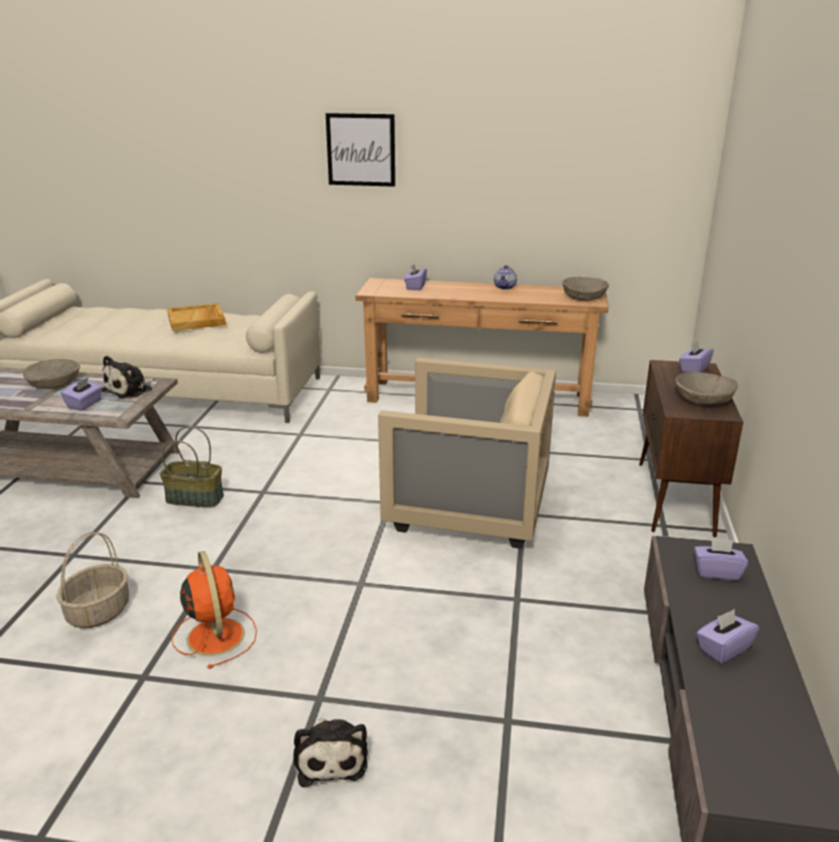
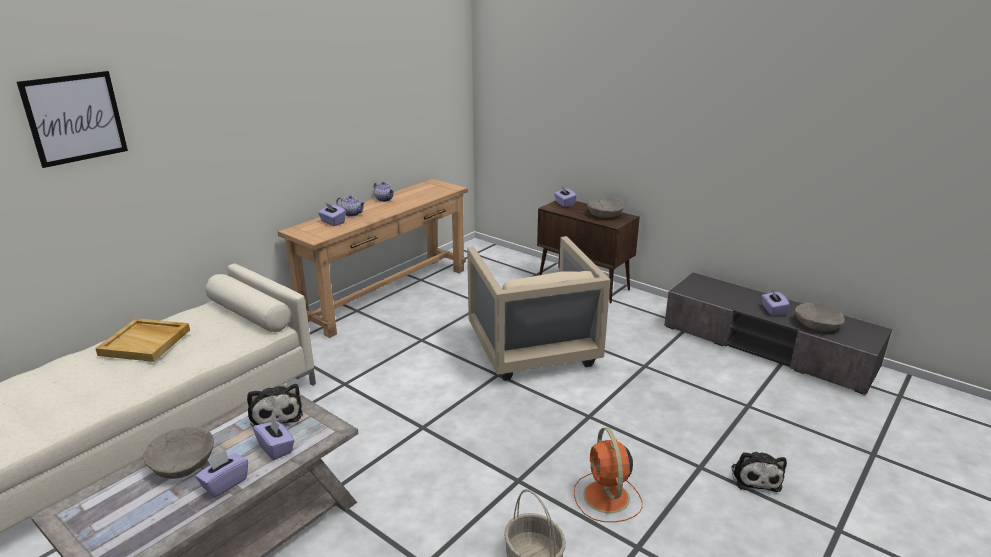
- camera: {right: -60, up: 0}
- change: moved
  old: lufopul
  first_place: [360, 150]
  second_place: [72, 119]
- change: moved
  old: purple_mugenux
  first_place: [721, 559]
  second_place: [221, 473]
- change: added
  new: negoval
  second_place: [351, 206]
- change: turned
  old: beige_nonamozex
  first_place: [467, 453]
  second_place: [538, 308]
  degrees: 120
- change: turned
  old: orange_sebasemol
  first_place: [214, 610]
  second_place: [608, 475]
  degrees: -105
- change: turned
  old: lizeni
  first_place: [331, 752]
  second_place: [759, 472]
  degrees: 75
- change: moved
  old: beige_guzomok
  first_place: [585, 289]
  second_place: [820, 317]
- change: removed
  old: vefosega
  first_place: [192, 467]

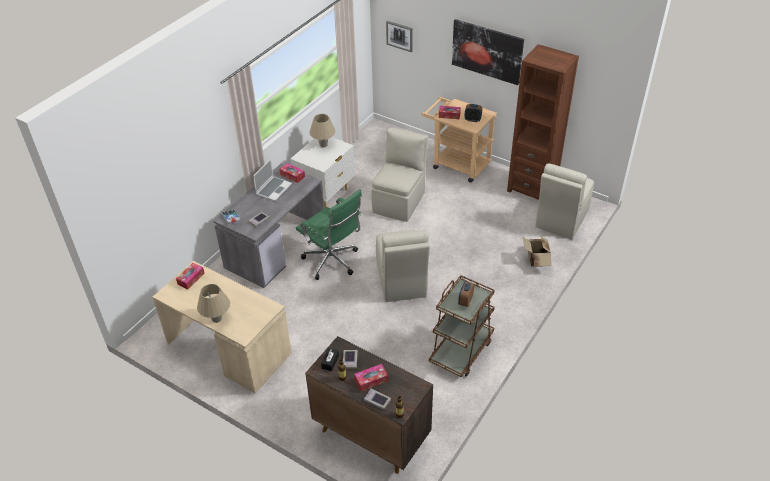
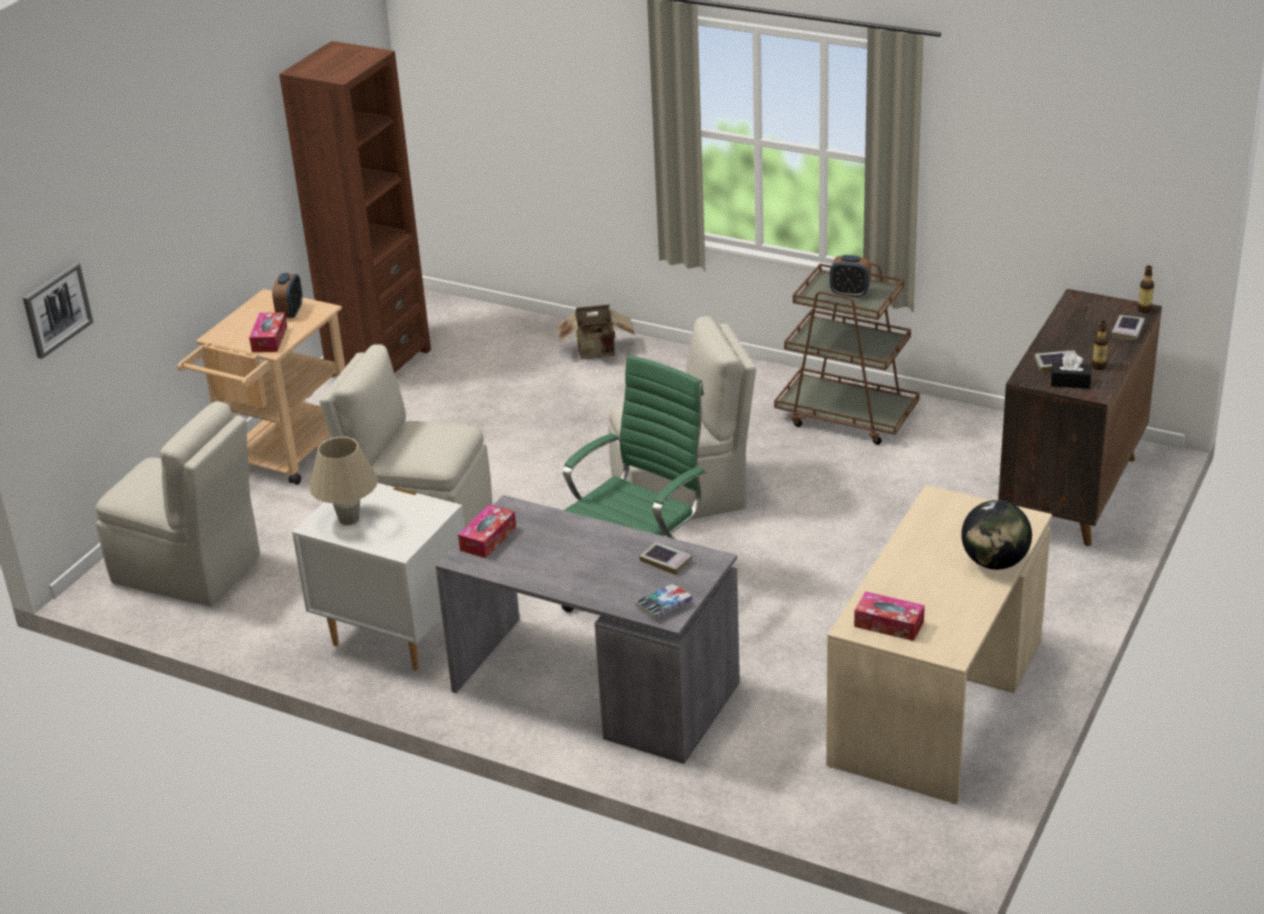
- camera: {right: -95, up: -10}
- change: moved
  old: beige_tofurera
  first_place: [564, 201]
  second_place: [178, 503]
- change: replaced
  old: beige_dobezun
  new: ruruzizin
  first_place: [213, 303]
  second_place: [996, 535]
- change: removed
  old: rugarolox
  first_place: [272, 180]
- change: removed
  old: mugenux
  first_place: [371, 377]
- change: removed
  old: lufopul
  first_place: [488, 52]

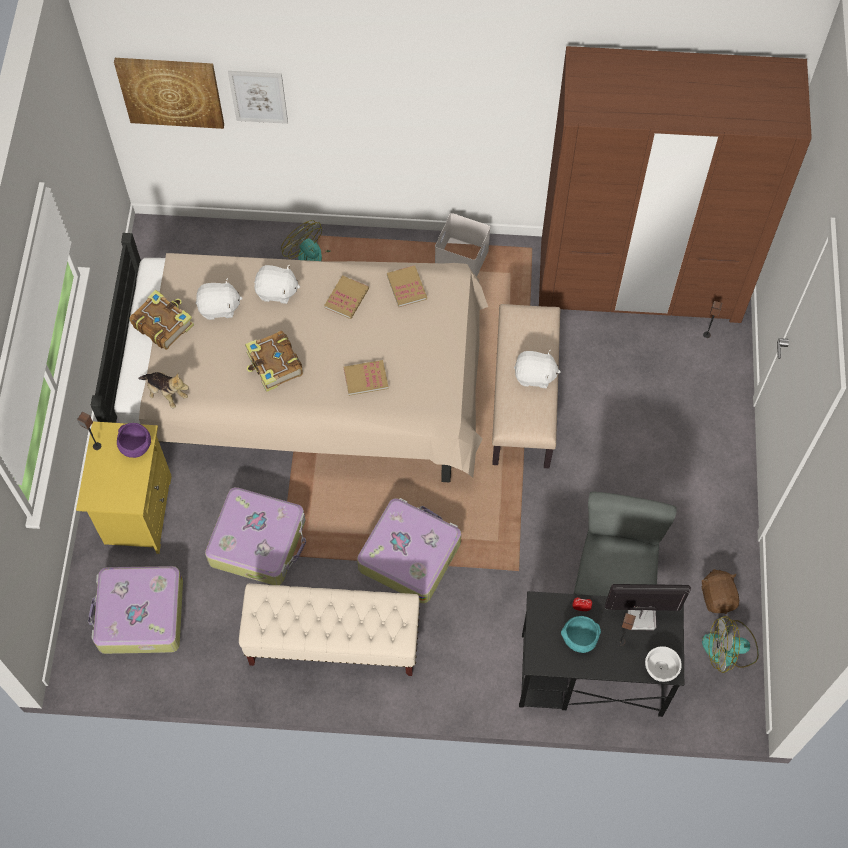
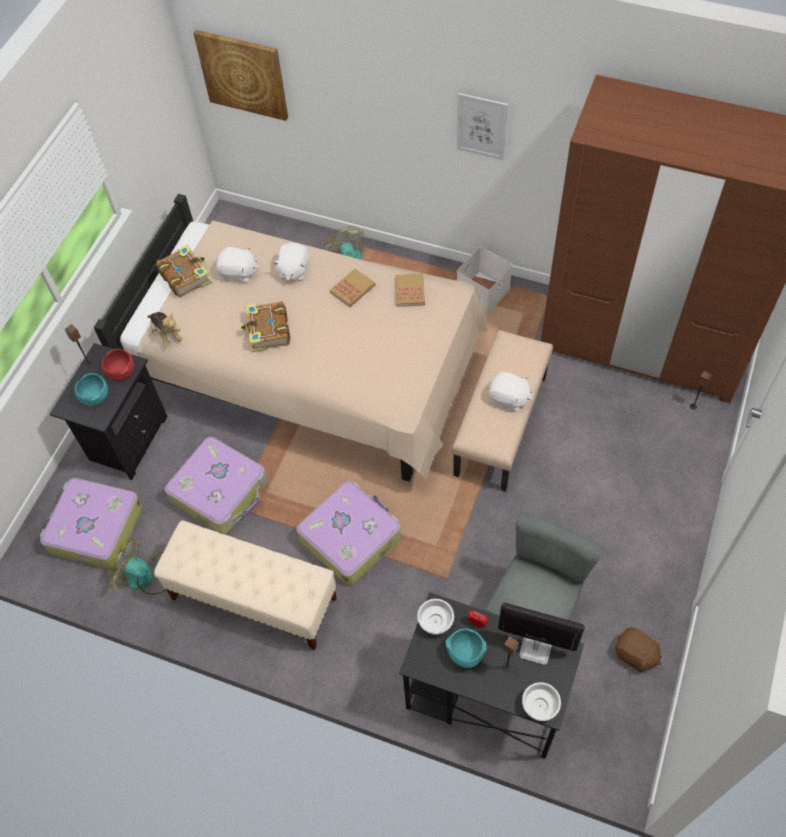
- camera: {right: 20, up: -5}
- change: recoloured
  old: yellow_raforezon
  new: black_raforezon
  first_place: [124, 487]
  second_place: [109, 411]
- change: added
  new: turquoise_guzomok
  second_place: [91, 389]
- change: recoloured
  old: purple_guzomok
  new: red_guzomok
  first_place: [134, 440]
  second_place: [117, 365]
- change: moved
  old: sebasemol
  first_place: [730, 644]
  second_place: [136, 567]
- change: turned
  old: white_lizeni
  first_place: [277, 284]
  second_place: [291, 262]
  degrees: 75
- change: added
  new: white_guzomok
  second_place: [435, 617]
- change: moved
  old: lufopul
  first_place: [258, 97]
  second_place: [482, 126]
- change: turned
  old: brown_lizeni
  first_place: [720, 591]
  second_place: [638, 650]
  degrees: 120
- change: removed
  old: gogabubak
  first_place: [366, 378]

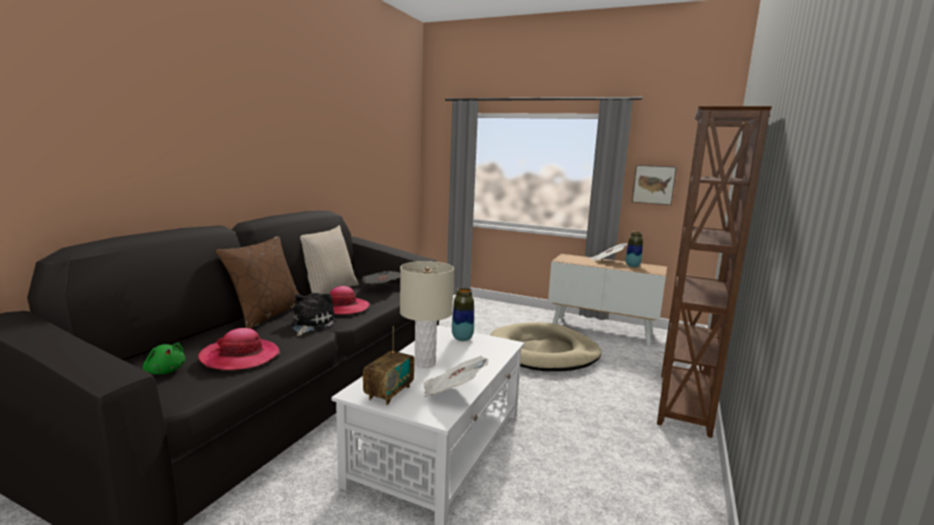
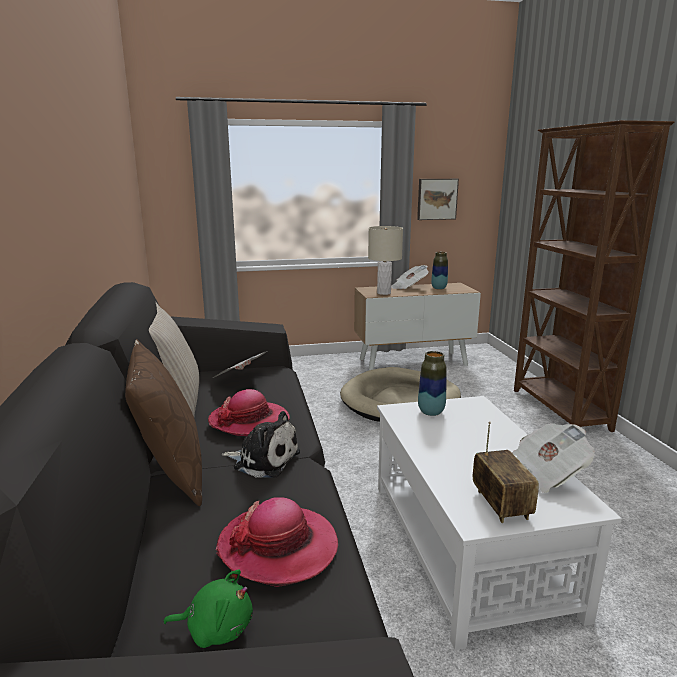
- camera: {right: -35, up: 5}
- change: turned
  old: lizeni
  first_place: [313, 314]
  second_place: [261, 444]
  degrees: 135
- change: moved
  old: beige_dobezun
  first_place: [427, 314]
  second_place: [385, 260]

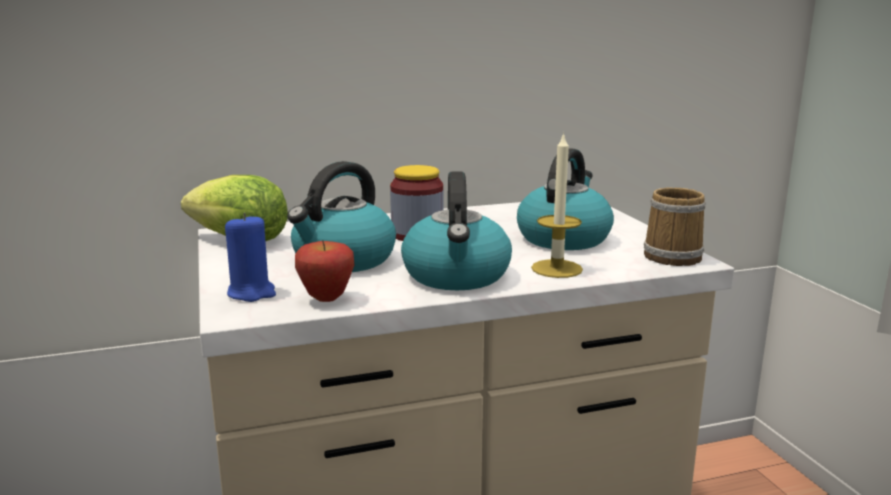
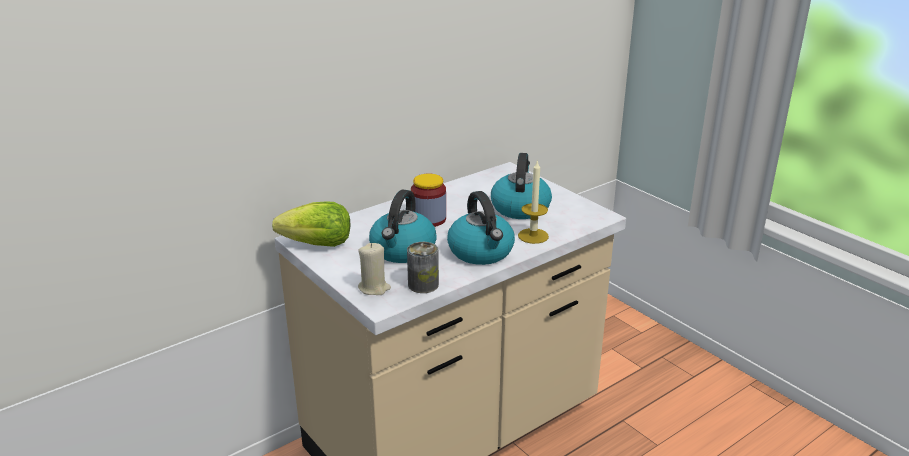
- camera: {right: -20, up: 10}
- change: recoloured
  old: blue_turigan
  new: beige_turigan
  first_place: [250, 257]
  second_place: [374, 269]
- change: replaced
  old: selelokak
  new: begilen
  first_place: [324, 271]
  second_place: [423, 267]
- change: removed
  old: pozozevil
  first_place: [675, 226]

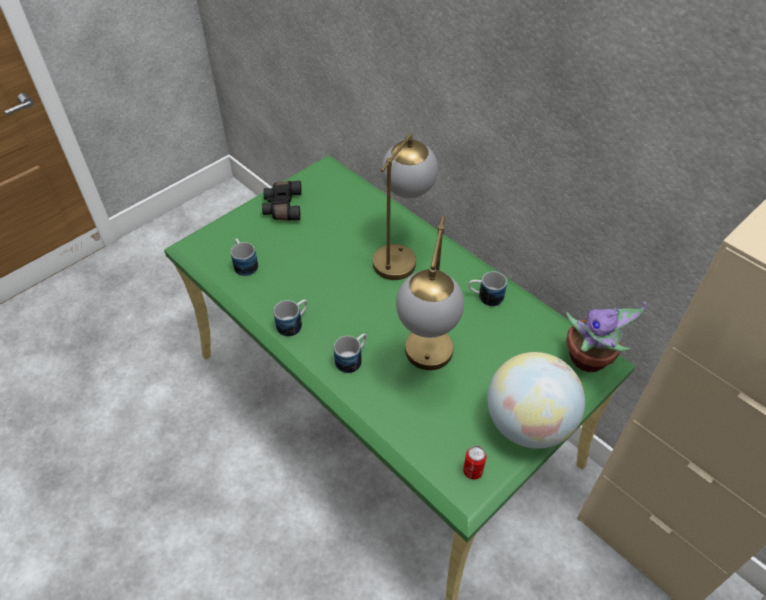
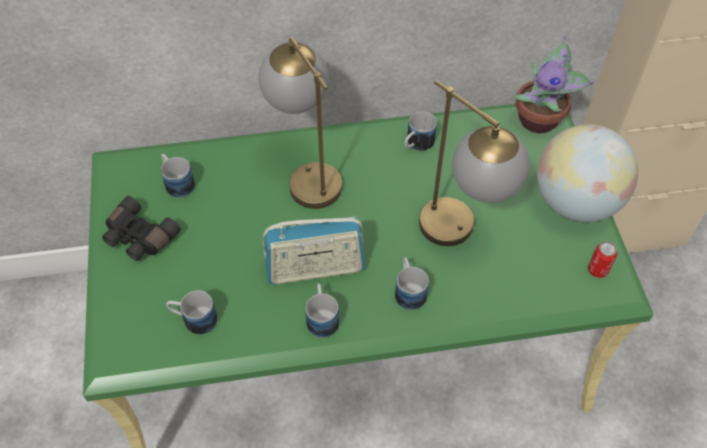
- camera: {right: -55, up: 5}
- change: added
  new: pozozevil
  second_place: [178, 176]
- change: added
  new: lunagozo
  second_place: [314, 250]

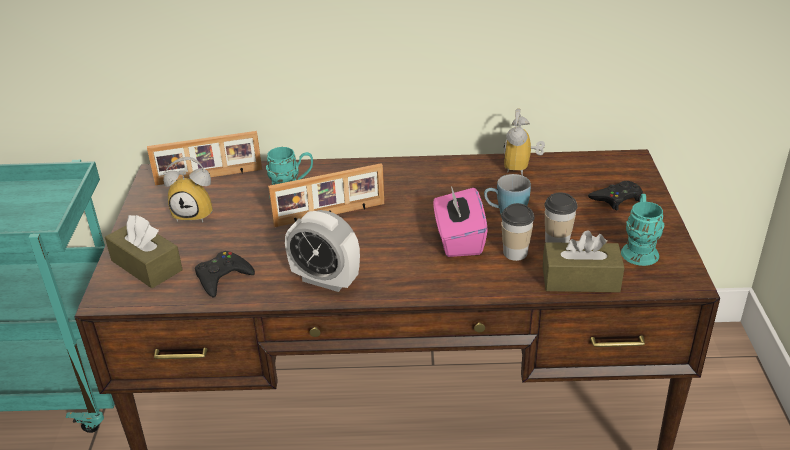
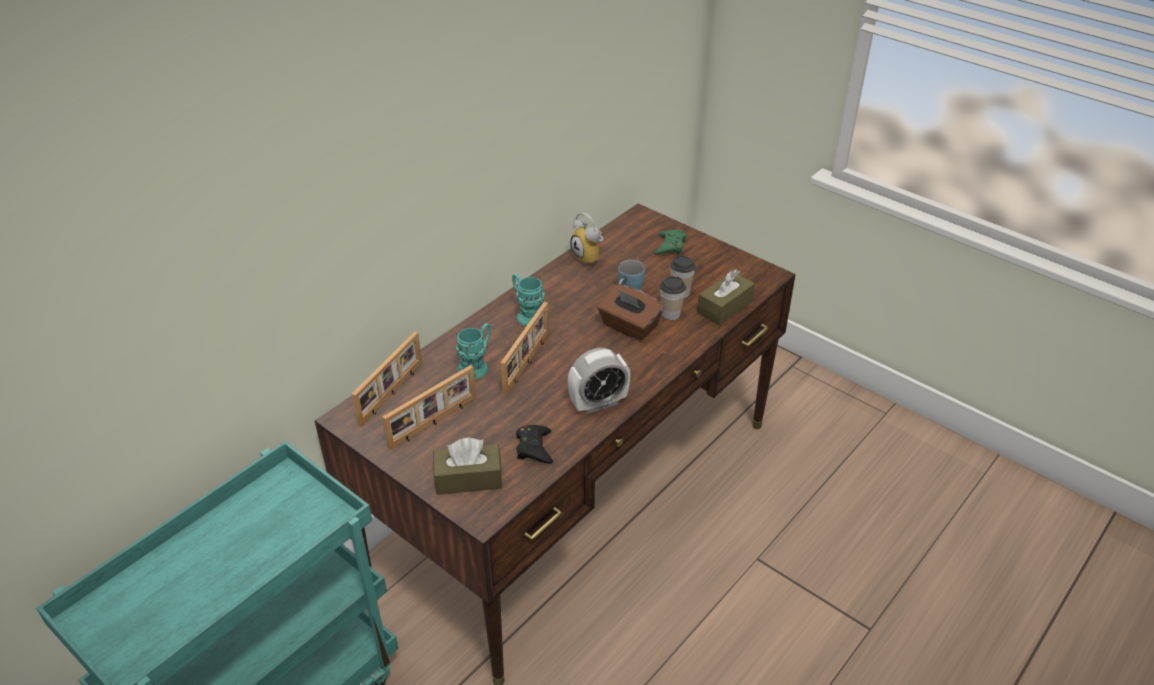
- camera: {right: -50, up: 5}
- change: replaced
  old: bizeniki
  new: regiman
  first_place: [188, 189]
  second_place: [429, 408]
- change: moved
  old: turquoise_pozozevil
  first_place: [642, 230]
  second_place: [528, 300]
- change: recoloured
  old: pink_mugenux
  new: brown_mugenux
  first_place: [460, 221]
  second_place: [631, 312]
- change: recoloured
  old: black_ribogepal
  new: green_ribogepal
  first_place: [615, 196]
  second_place: [670, 242]

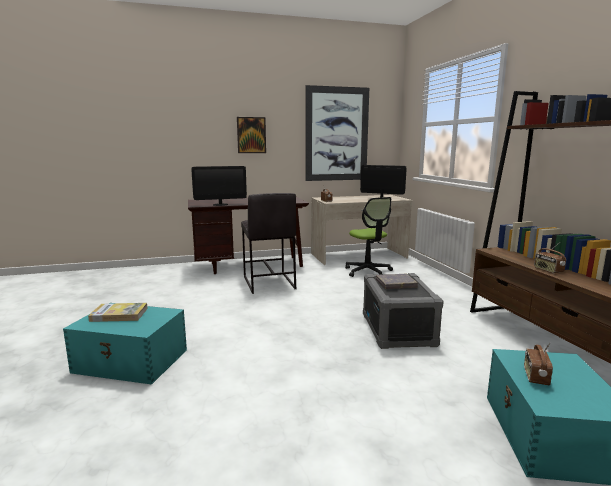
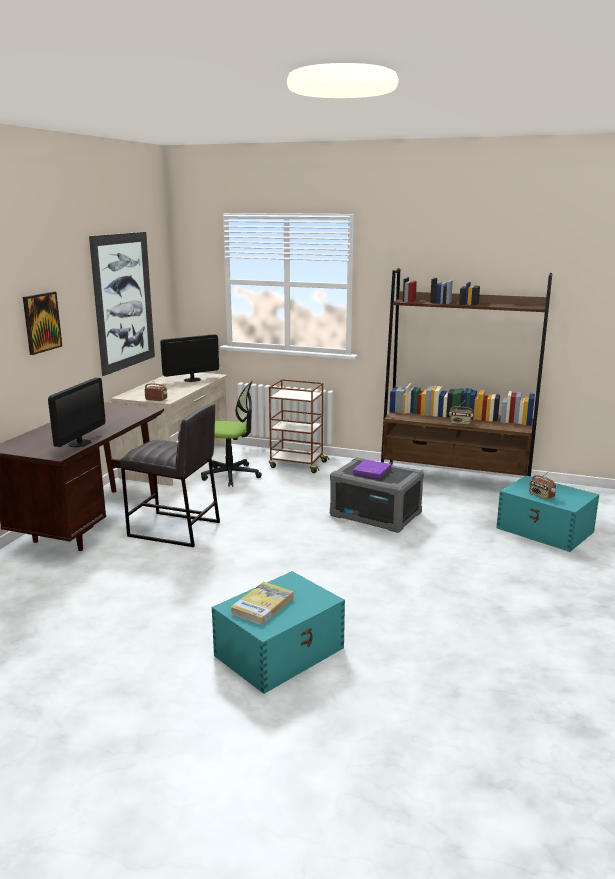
- camera: {right: -55, up: 5}
- change: added
  new: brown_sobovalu
  second_place: [299, 426]
- change: recoloured
  old: grey_gogabubak
  new: purple_gogabubak
  first_place: [397, 281]
  second_place: [372, 469]

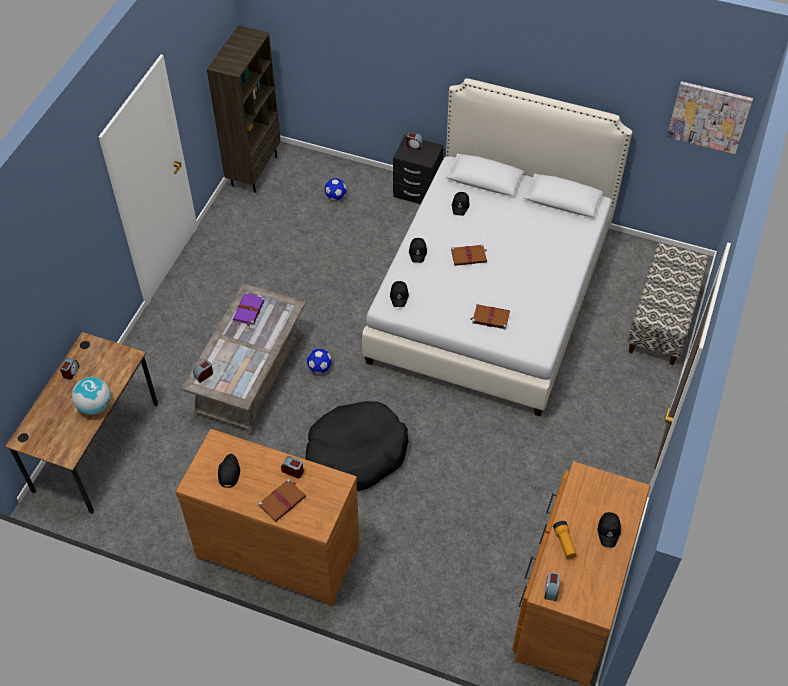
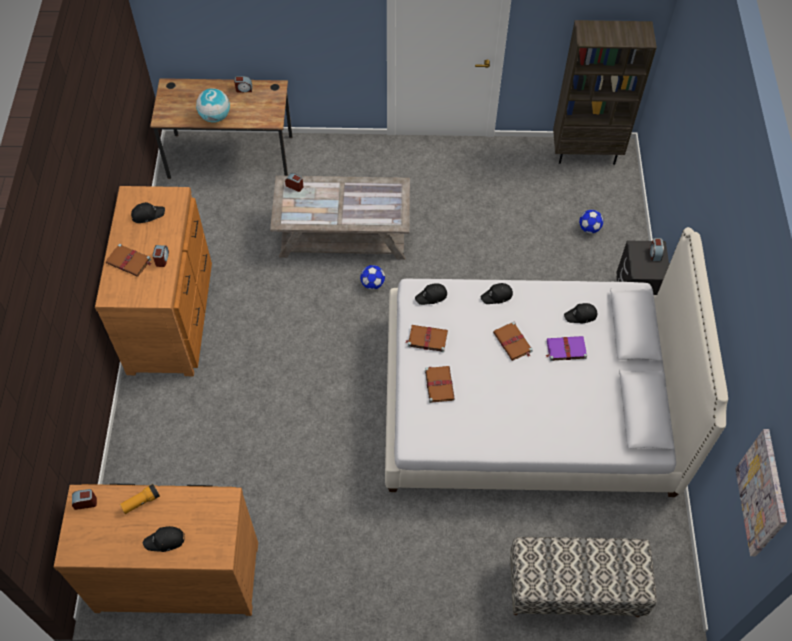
- camera: {right: 70, up: 5}
- change: added
  new: brown_gogabubak
  second_place: [426, 338]
- change: moved
  old: purple_gogabubak
  first_place: [249, 310]
  second_place: [566, 348]
- change: removed
  old: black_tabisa
  first_place: [357, 446]

